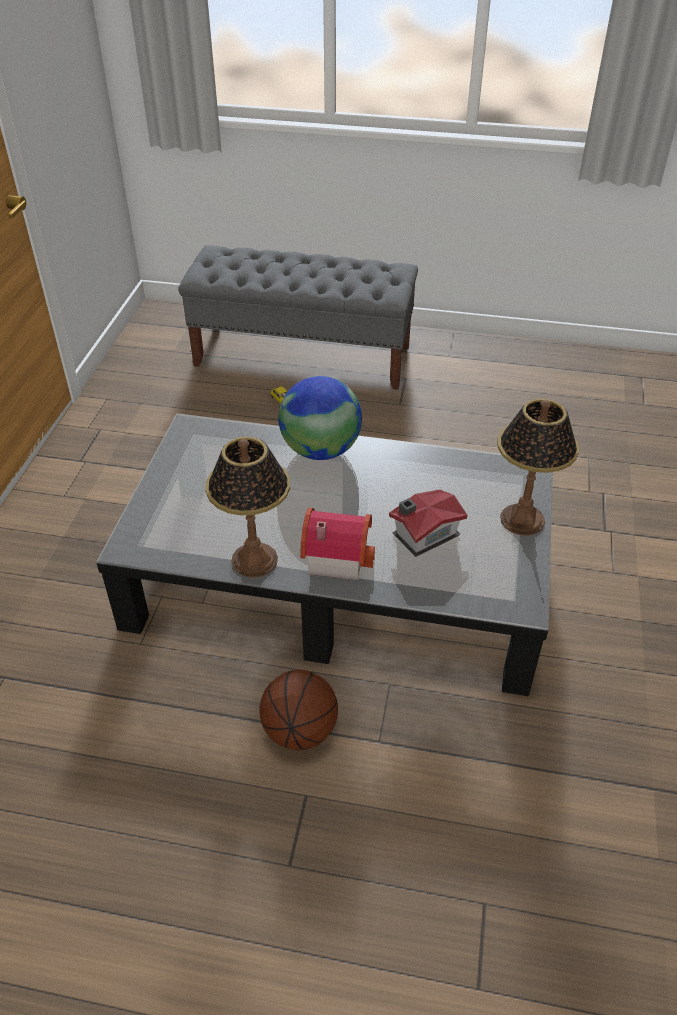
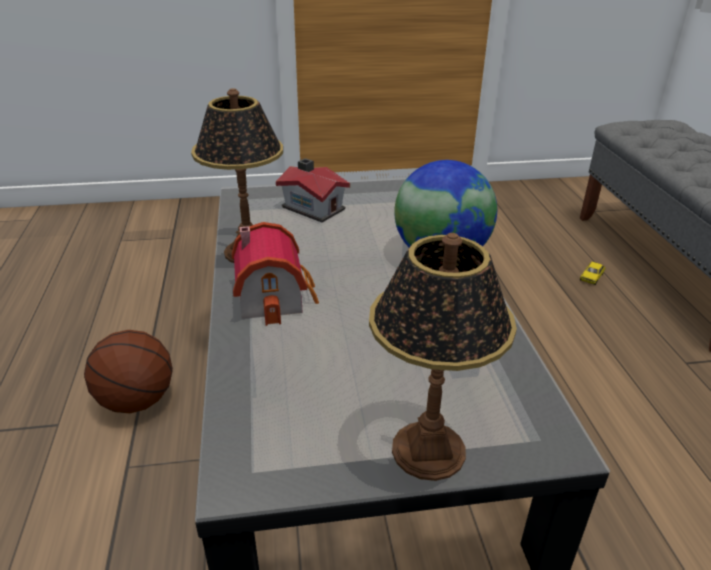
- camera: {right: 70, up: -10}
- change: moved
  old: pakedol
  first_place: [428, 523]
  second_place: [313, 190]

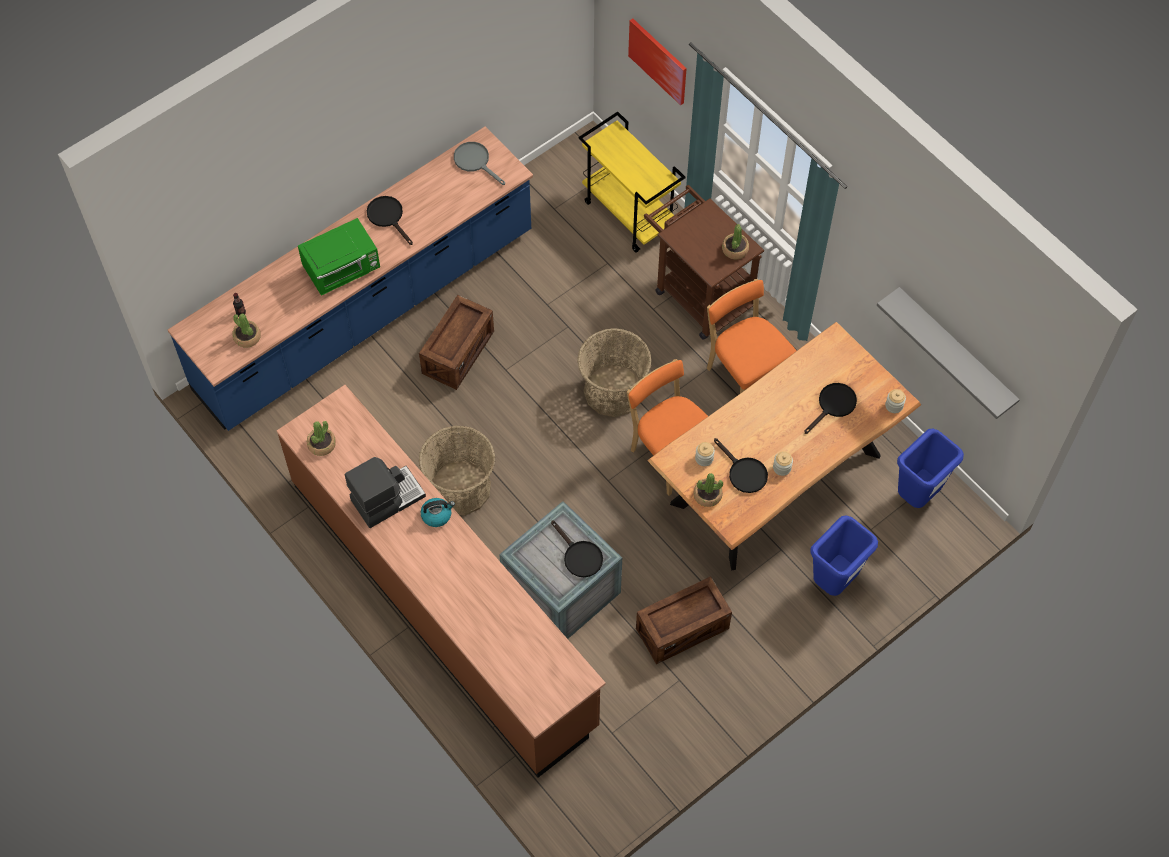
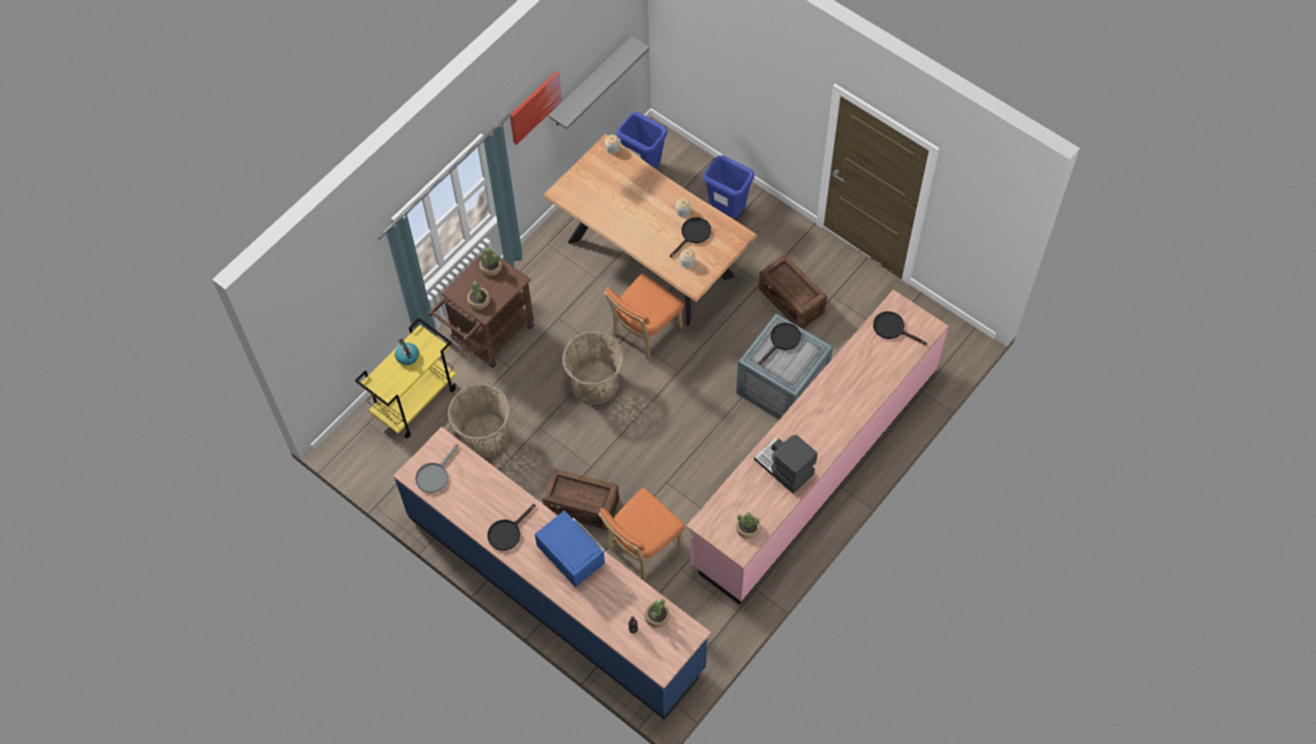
- camera: {right: -100, up: 0}
- change: moved
  old: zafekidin
  first_place: [438, 512]
  second_place: [407, 351]
- change: moved
  old: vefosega
  first_place: [457, 470]
  second_place: [479, 421]
- change: moved
  old: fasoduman
  first_place: [708, 490]
  second_place: [478, 295]
- change: moved
  old: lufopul
  first_place: [657, 62]
  second_place: [536, 108]
- change: recoloured
  old: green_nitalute
  new: blue_nitalute
  first_place: [339, 257]
  second_place: [570, 548]
- change: moved
  old: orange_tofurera
  first_place: [752, 336]
  second_place: [641, 534]
- change: recoloured
  old: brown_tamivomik
  new: pink_tamivomik
  first_place: [441, 581]
  second_place: [817, 447]
- change: moved
  old: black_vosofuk
  first_place: [830, 408]
  second_place: [900, 328]

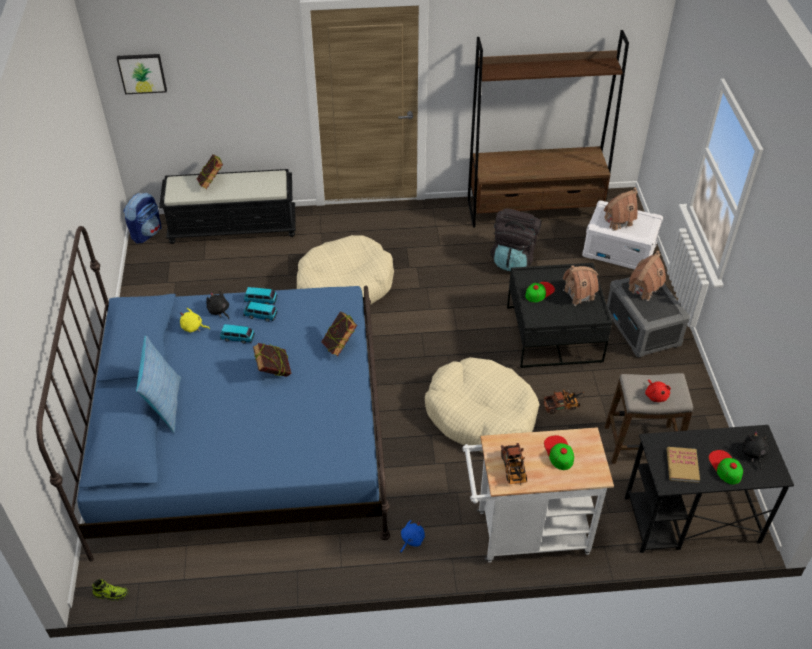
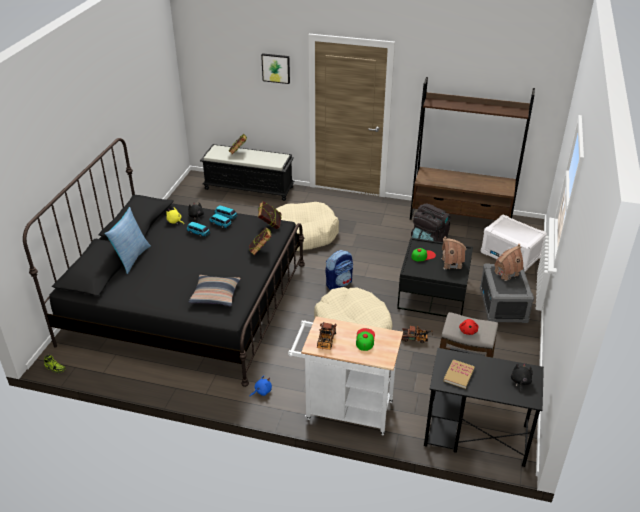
- camera: {right: 20, up: -10}
- change: recoloured
  old: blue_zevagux
  new: black_zevagux
  first_place: [213, 393]
  second_place: [164, 262]
- change: added
  new: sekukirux
  second_place: [215, 290]
- change: moved
  old: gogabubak
  first_place: [272, 360]
  second_place: [270, 215]
- change: moved
  old: lufopul
  first_place: [142, 74]
  second_place: [275, 68]
- change: moved
  old: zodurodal
  first_place: [143, 218]
  second_place: [339, 270]
- change: removed
  old: pakedol
  first_place: [621, 209]
- change: removed
  old: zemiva
  first_place: [726, 467]

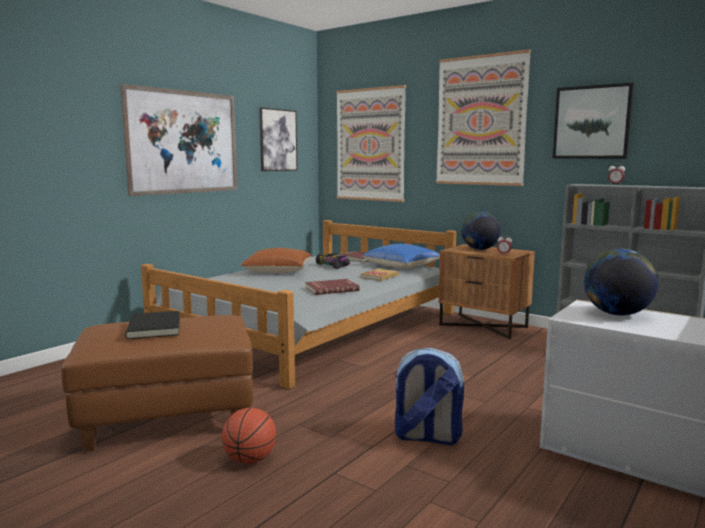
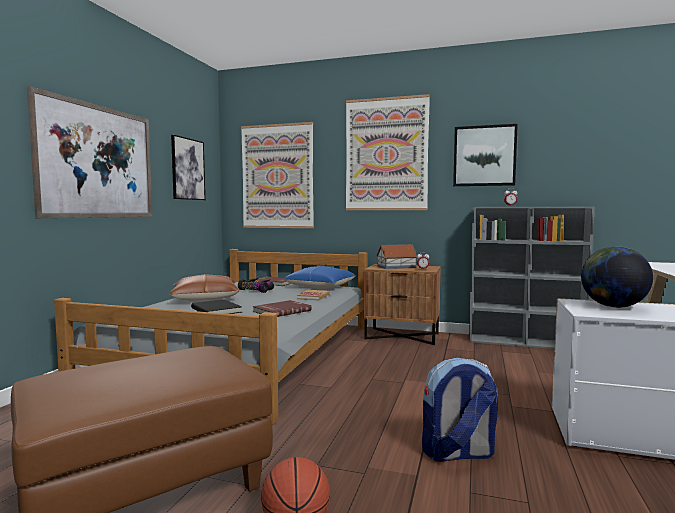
- camera: {right: -20, up: -5}
- change: moved
  old: black_gogabubak
  first_place: [152, 325]
  second_place: [216, 306]
- change: replaced
  old: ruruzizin
  new: pakedol
  first_place: [481, 231]
  second_place: [396, 256]

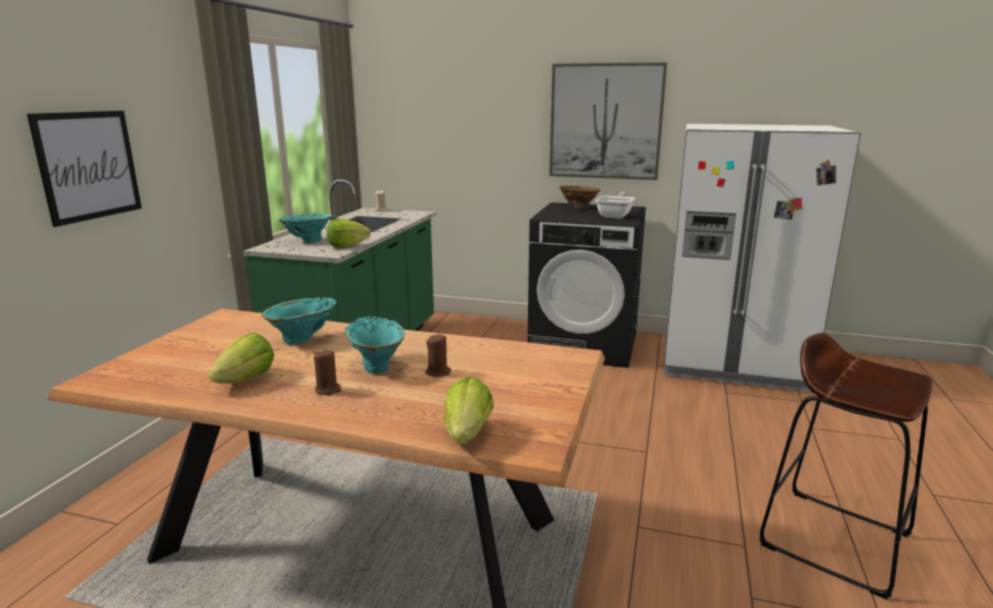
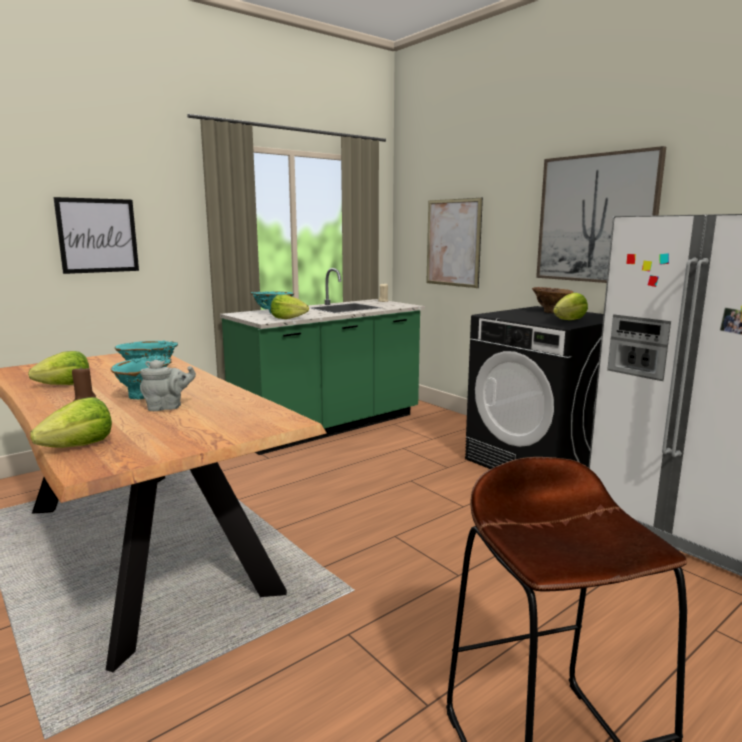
- camera: {right: 35, up: -5}
- change: replaced
  old: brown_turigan
  new: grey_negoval
  first_place: [438, 355]
  second_place: [168, 385]
- change: added
  new: lufopul
  second_place: [454, 243]
- change: replaced
  old: vosofuk
  new: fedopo
  first_place: [615, 205]
  second_place: [570, 306]

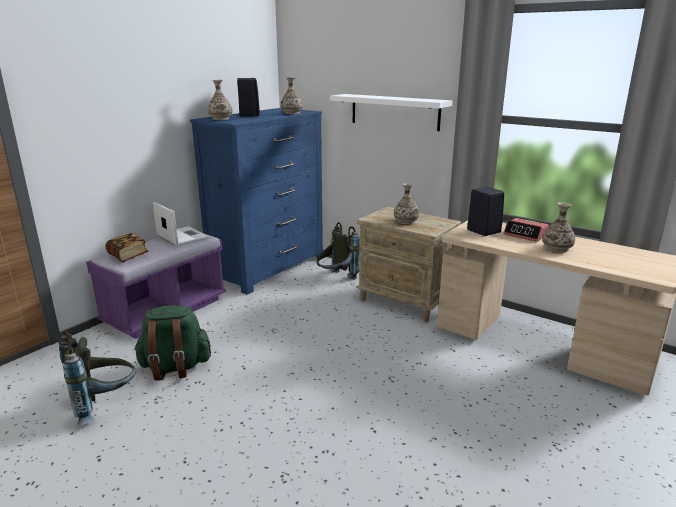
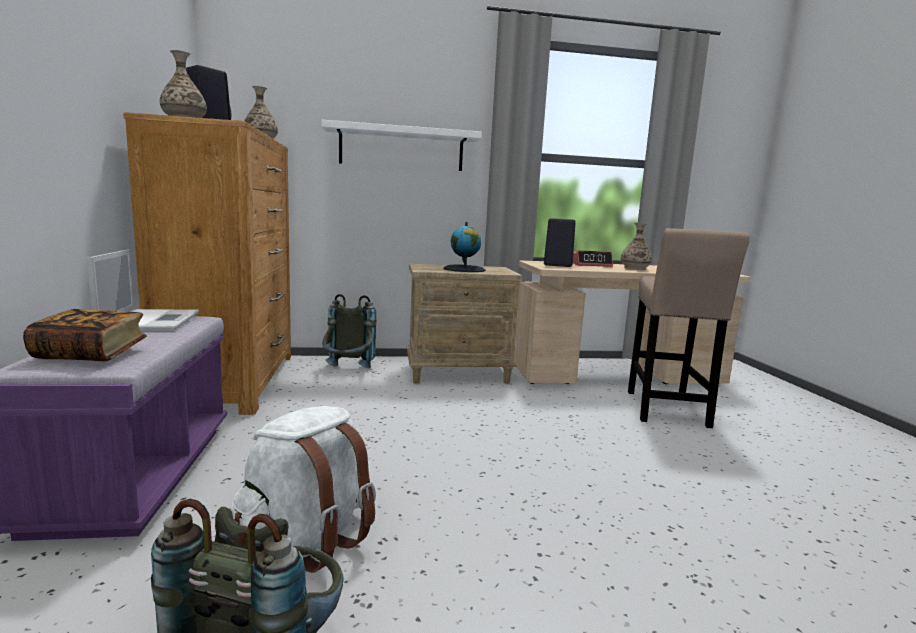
- camera: {right: -45, up: -10}
- change: turned
  old: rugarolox
  first_place: [181, 224]
  second_place: [143, 290]
  degrees: 75
- change: recoloured
  old: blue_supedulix
  new: brown_supedulix
  first_place: [256, 201]
  second_place: [207, 263]
- change: recoloured
  old: green_zodurodal
  new: white_zodurodal
  first_place: [172, 343]
  second_place: [303, 489]
- change: replaced
  old: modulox
  new: ruruzizin
  first_place: [407, 203]
  second_place: [464, 247]
- change: added
  new: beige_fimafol
  second_place: [689, 328]

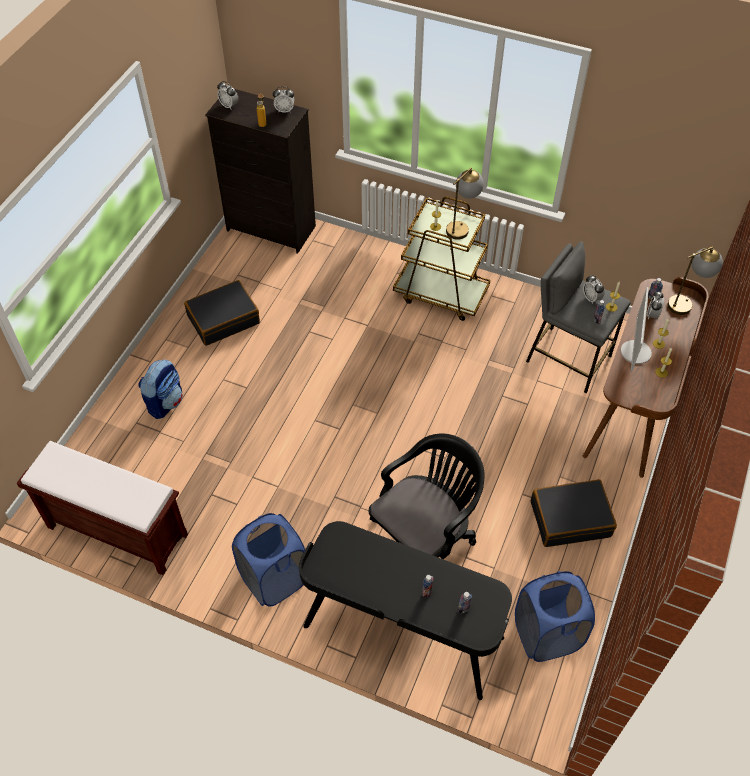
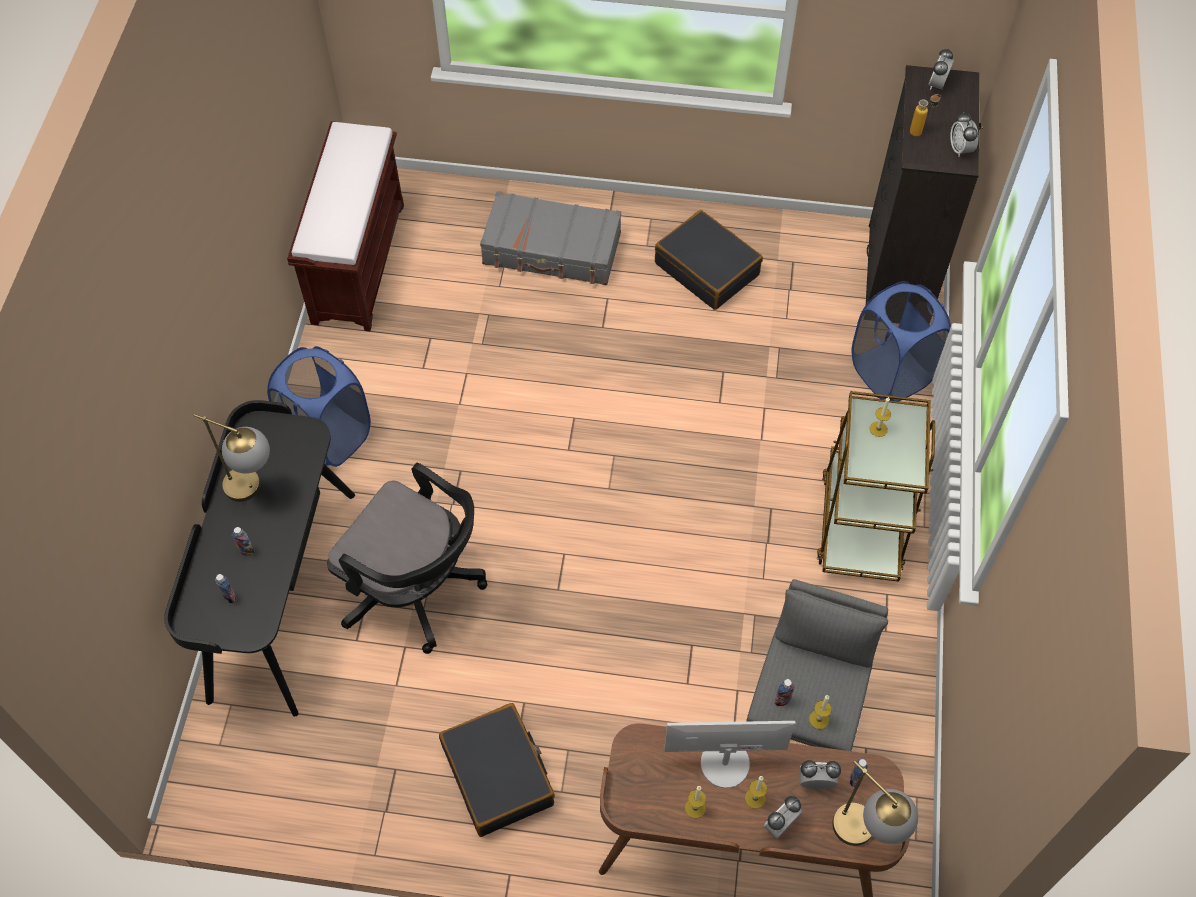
- camera: {right: 75, up: 5}
- change: moved
  old: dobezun
  first_place: [465, 204]
  second_place: [232, 458]
- change: replaced
  old: zodurodal
  new: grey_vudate
  first_place: [160, 389]
  second_place: [550, 238]
- change: moved
  old: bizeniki
  first_place: [593, 289]
  second_place: [783, 817]
- change: moved
  old: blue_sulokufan
  first_place: [555, 616]
  second_place: [901, 341]

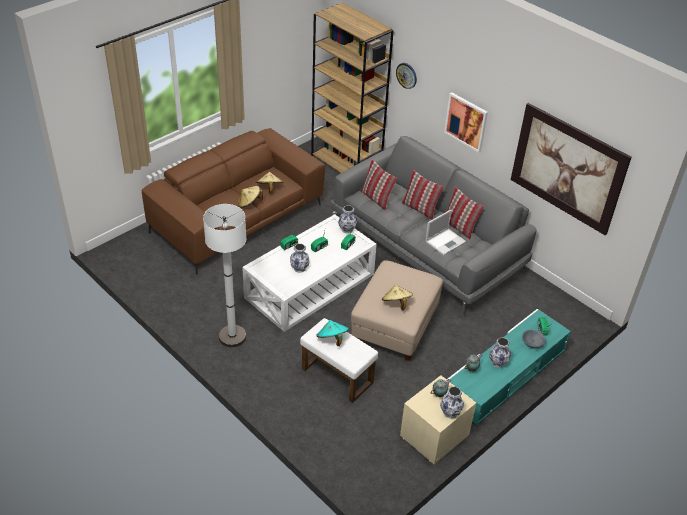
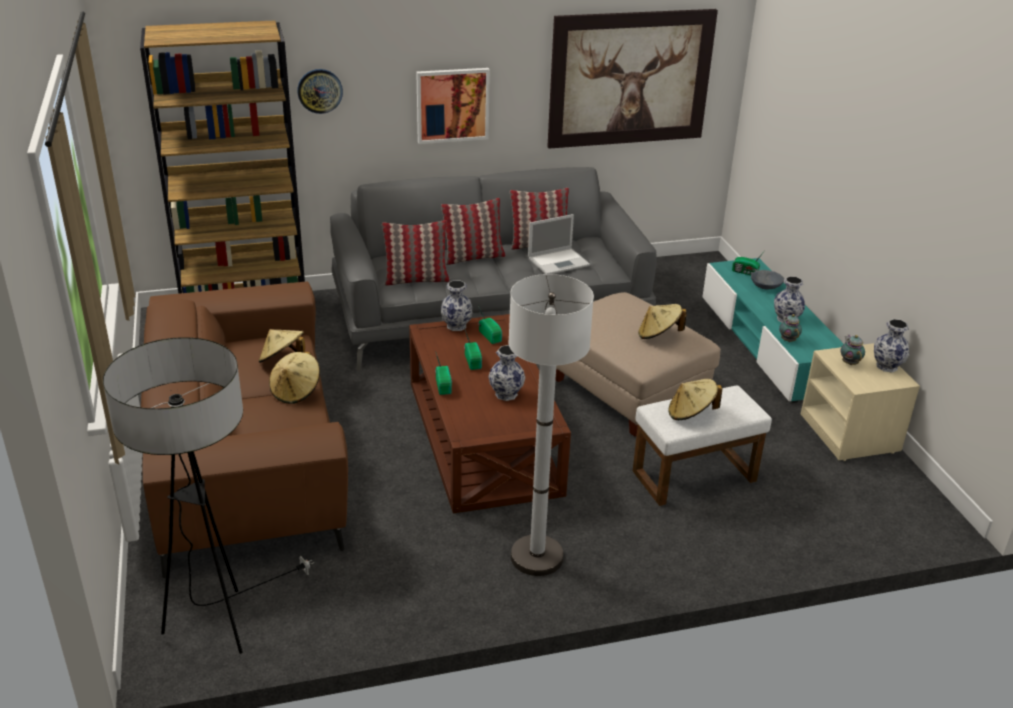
- camera: {right: -60, up: -10}
- change: added
  new: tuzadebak
  second_place: [208, 495]
- change: recoloured
  old: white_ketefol
  new: brown_ketefol
  first_place: [309, 273]
  second_place: [490, 413]
- change: turned
  old: rugarolox
  first_place: [445, 232]
  second_place: [559, 244]
  degrees: 75
- change: recoloured
  old: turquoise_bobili
  new: beige_bobili
  first_place: [332, 333]
  second_place: [695, 399]

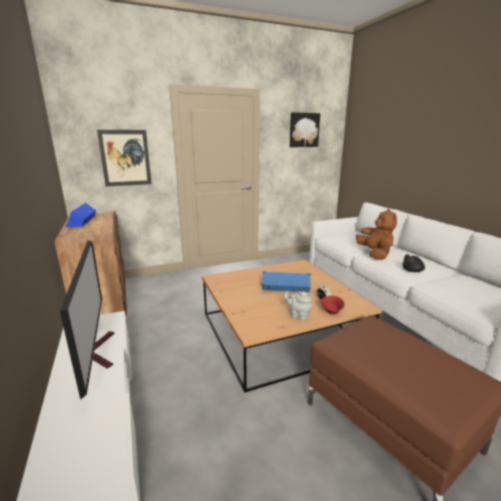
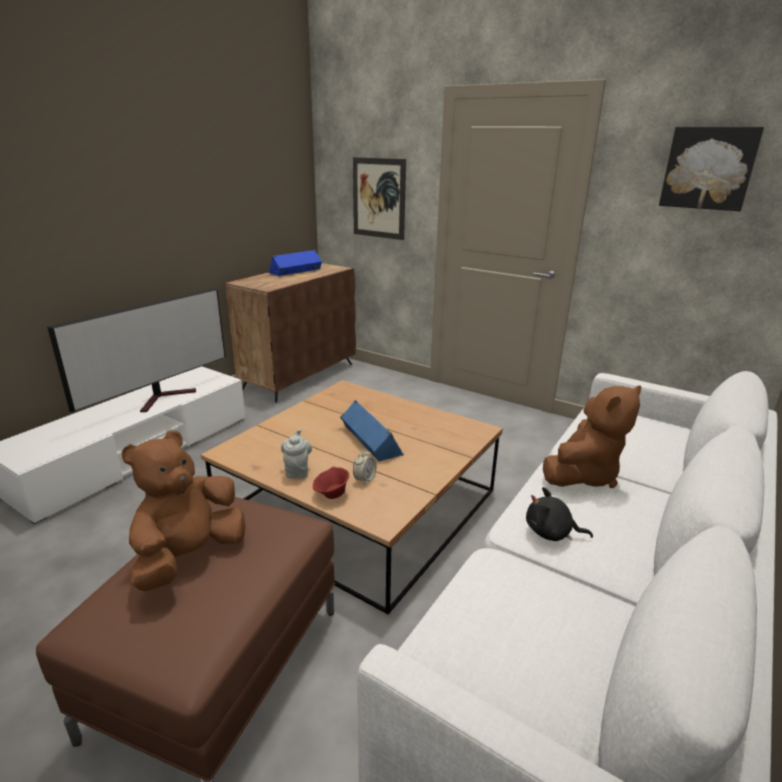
- camera: {right: 55, up: 5}
- change: added
  new: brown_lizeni
  second_place: [184, 511]

